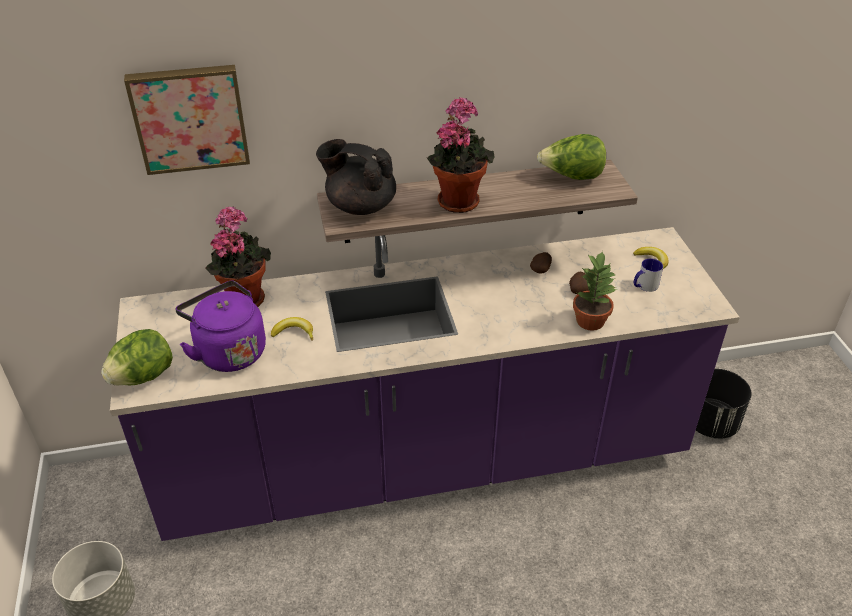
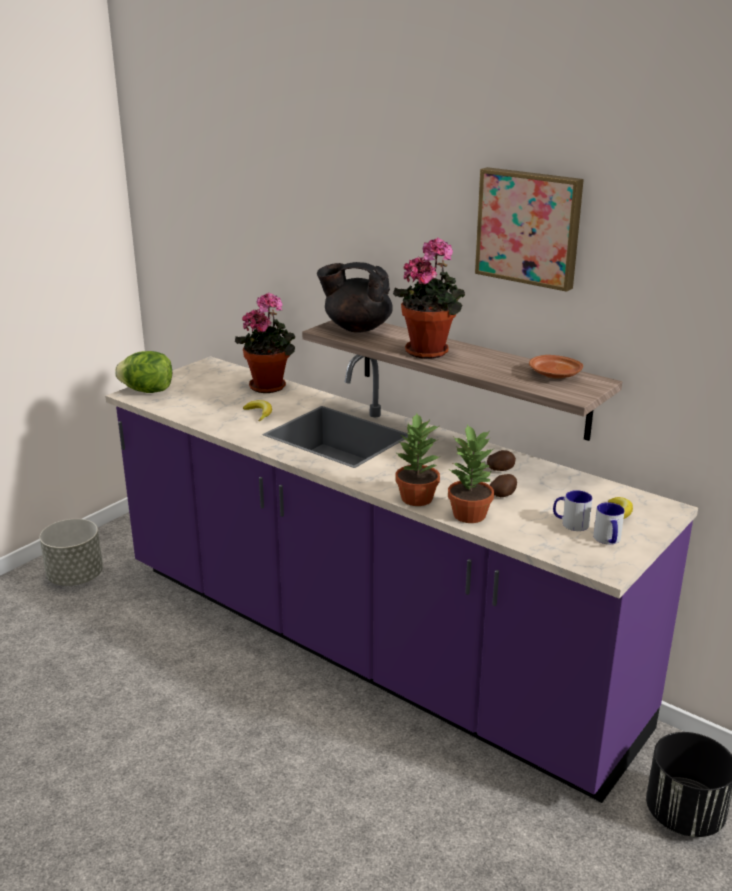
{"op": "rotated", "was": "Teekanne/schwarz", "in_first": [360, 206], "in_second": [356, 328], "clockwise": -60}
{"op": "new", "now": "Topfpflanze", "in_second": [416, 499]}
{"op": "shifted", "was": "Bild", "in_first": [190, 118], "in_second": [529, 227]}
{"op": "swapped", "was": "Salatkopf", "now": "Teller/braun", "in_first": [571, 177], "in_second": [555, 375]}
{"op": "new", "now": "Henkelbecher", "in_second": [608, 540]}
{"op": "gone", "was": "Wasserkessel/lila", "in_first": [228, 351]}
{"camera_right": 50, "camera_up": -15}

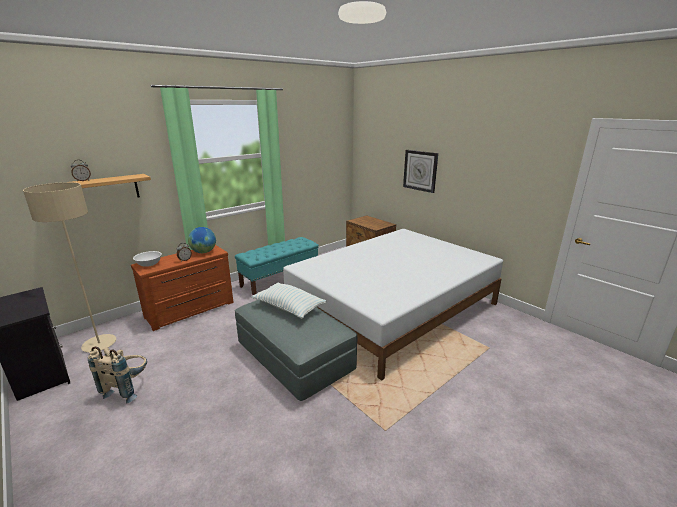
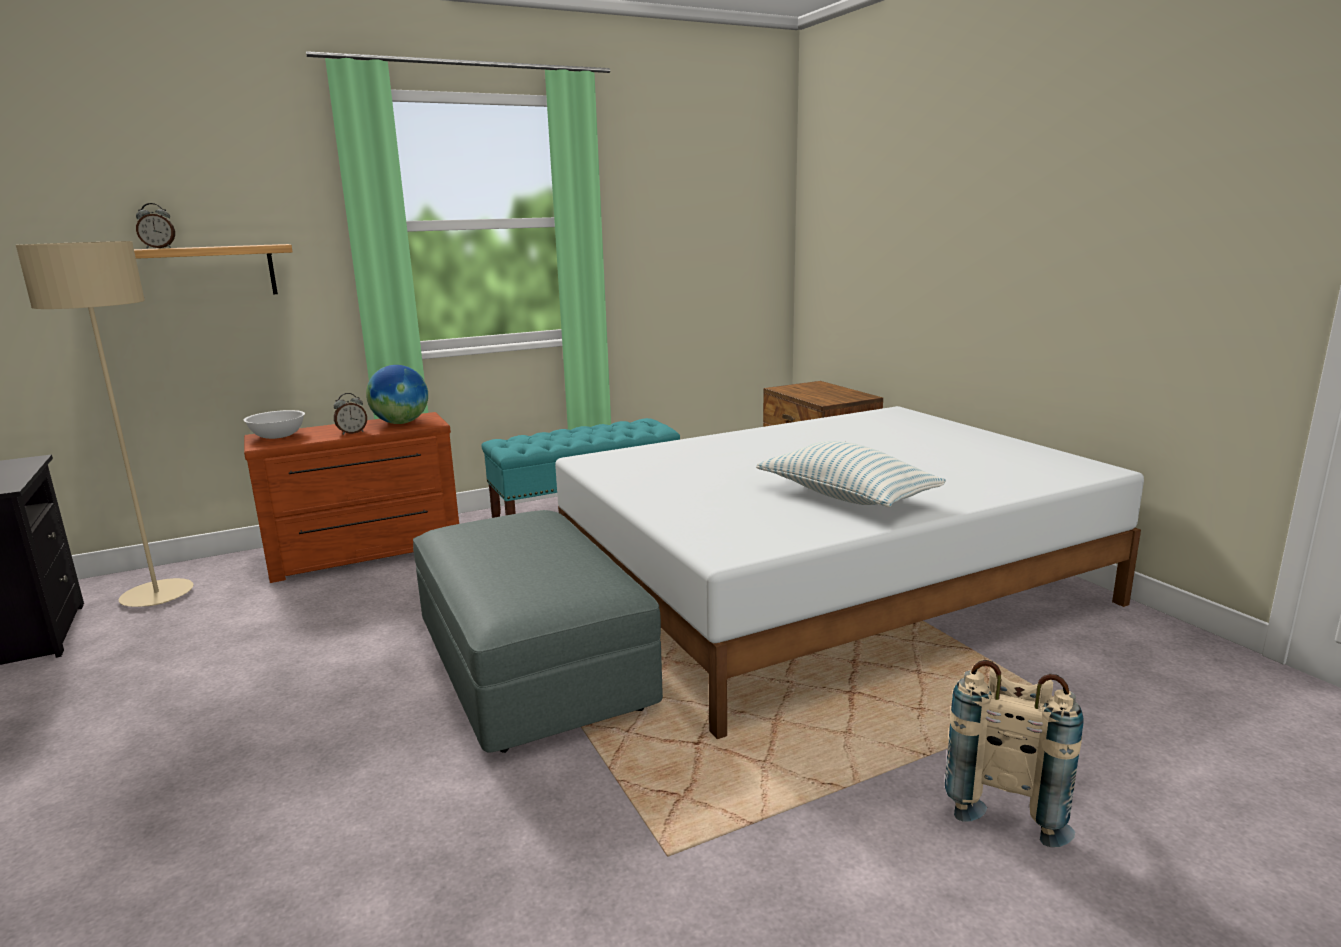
{"op": "shifted", "was": "Kissen", "in_first": [289, 308], "in_second": [846, 497]}
{"op": "shifted", "was": "Rucksack/beige", "in_first": [128, 388], "in_second": [1007, 801]}
{"op": "gone", "was": "Wanduhr", "in_first": [420, 170]}
{"camera_right": 15, "camera_up": -5}

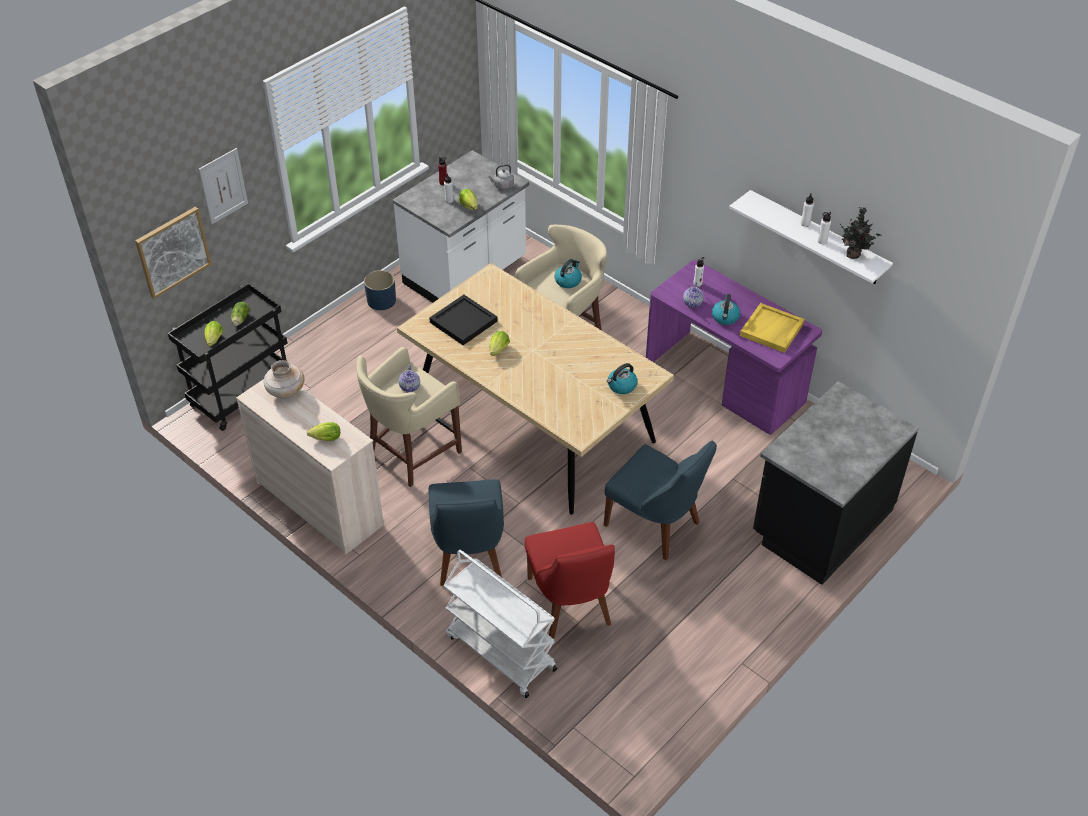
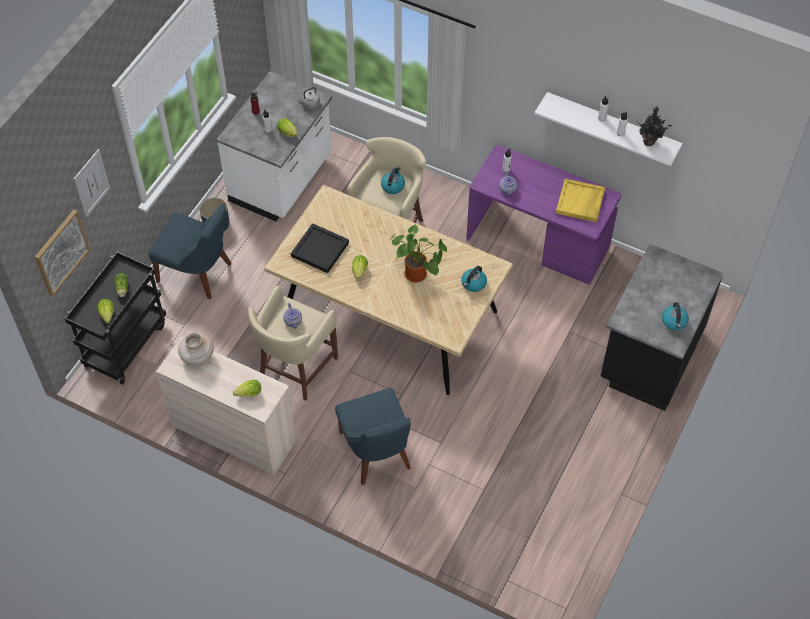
{"op": "shifted", "was": "Stuhl/blau", "in_first": [655, 525], "in_second": [197, 273]}
{"op": "new", "now": "Topfpflanze", "in_second": [418, 275]}
{"op": "shifted", "was": "Wasserkessel", "in_first": [725, 317], "in_second": [674, 321]}
{"op": "gone", "was": "Rollwagen/weiß", "in_first": [500, 652]}
{"op": "gone", "was": "Stuhl/rot", "in_first": [570, 604]}
{"camera_right": -15, "camera_up": 10}

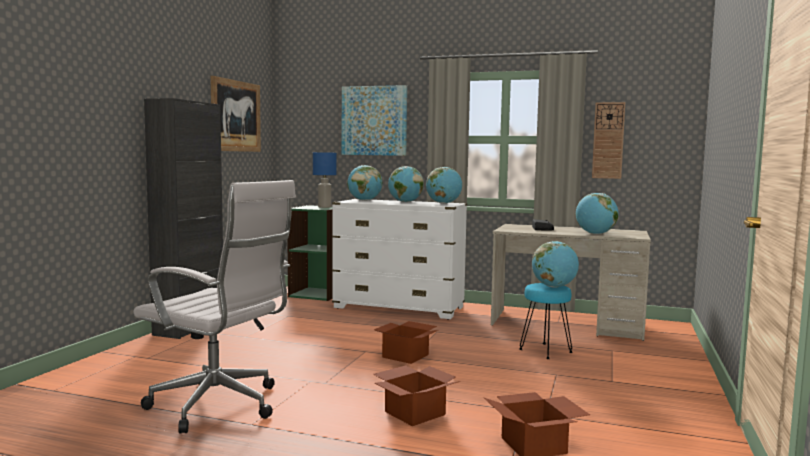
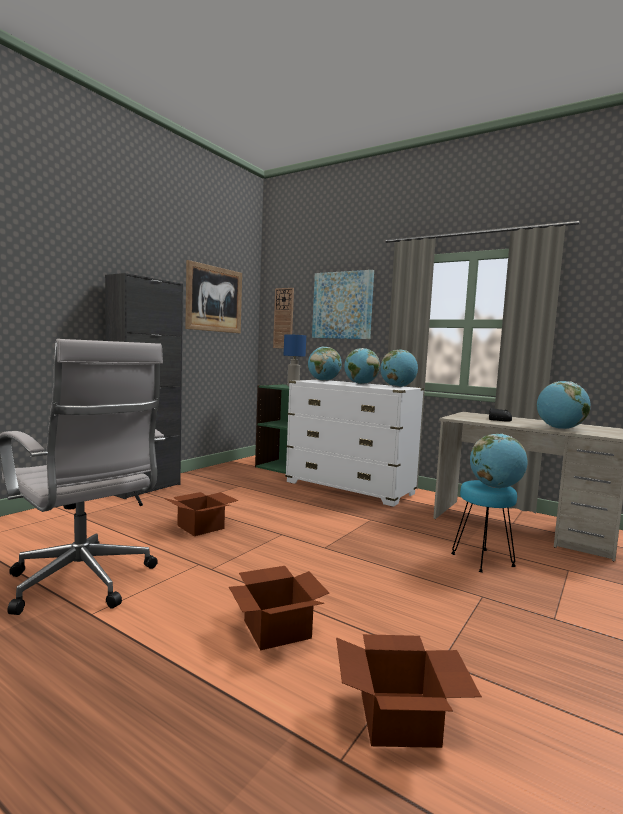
{"op": "shifted", "was": "Karton", "in_first": [406, 356], "in_second": [202, 527]}
{"op": "shifted", "was": "Wanduhr", "in_first": [608, 140], "in_second": [283, 318]}
{"camera_right": 15, "camera_up": 0}

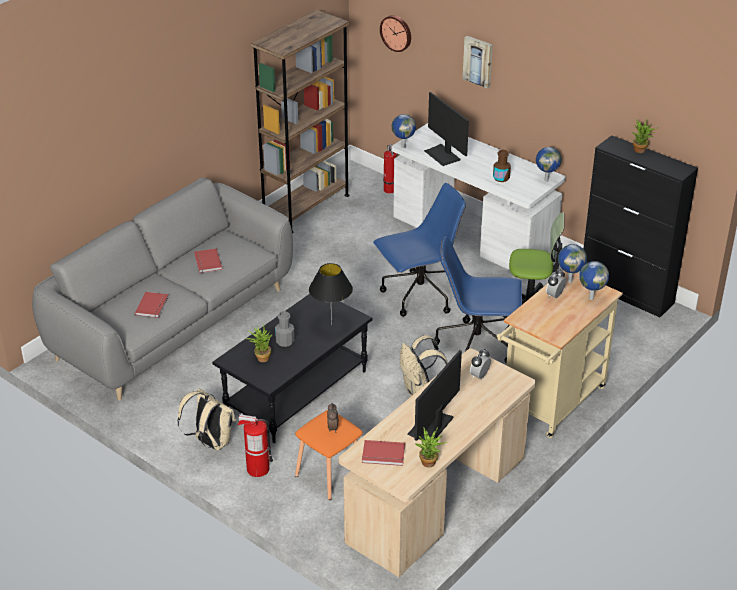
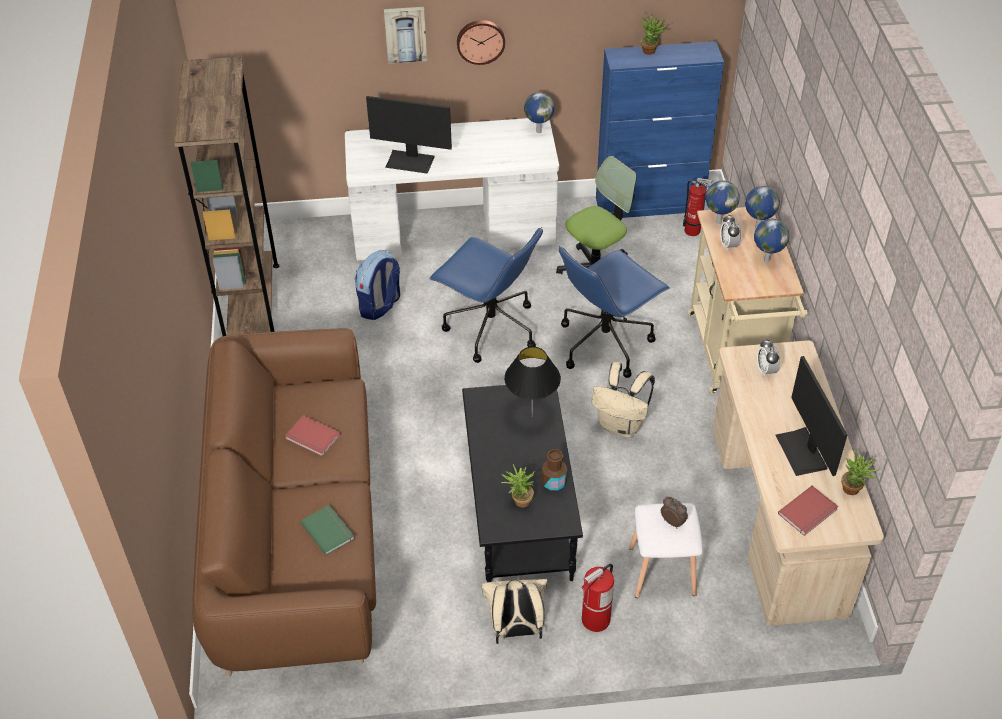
{"op": "repainted", "was": "Sofa/grau", "now": "Sofa/braun", "in_first": [172, 324], "in_second": [296, 535]}
{"op": "repainted", "was": "Buch/rot", "now": "Buch/grün", "in_first": [153, 306], "in_second": [329, 530]}
{"op": "new", "now": "Rucksack", "in_second": [380, 306]}
{"op": "rotated", "was": "Bürostuhl/blau", "in_first": [419, 296], "in_second": [490, 328], "clockwise": 105}
{"op": "shifted", "was": "Wanduhr", "in_first": [396, 32], "in_second": [480, 41]}
{"op": "shifted", "was": "Flasche/braun", "in_first": [501, 178], "in_second": [554, 482]}
{"op": "repainted", "was": "Schrank/schwarz", "now": "Schrank/blau", "in_first": [626, 292], "in_second": [650, 205]}
{"op": "repainted", "was": "Hocker/orange", "now": "Hocker/weiß", "in_first": [330, 474], "in_second": [661, 570]}
{"op": "shifted", "was": "Feuerlöscher", "in_first": [390, 191], "in_second": [694, 231]}
{"op": "shifted", "was": "Globus", "in_first": [403, 146], "in_second": [766, 260]}
{"op": "gone", "was": "Flasche/grau", "in_first": [285, 341]}
{"camera_right": -45, "camera_up": 10}

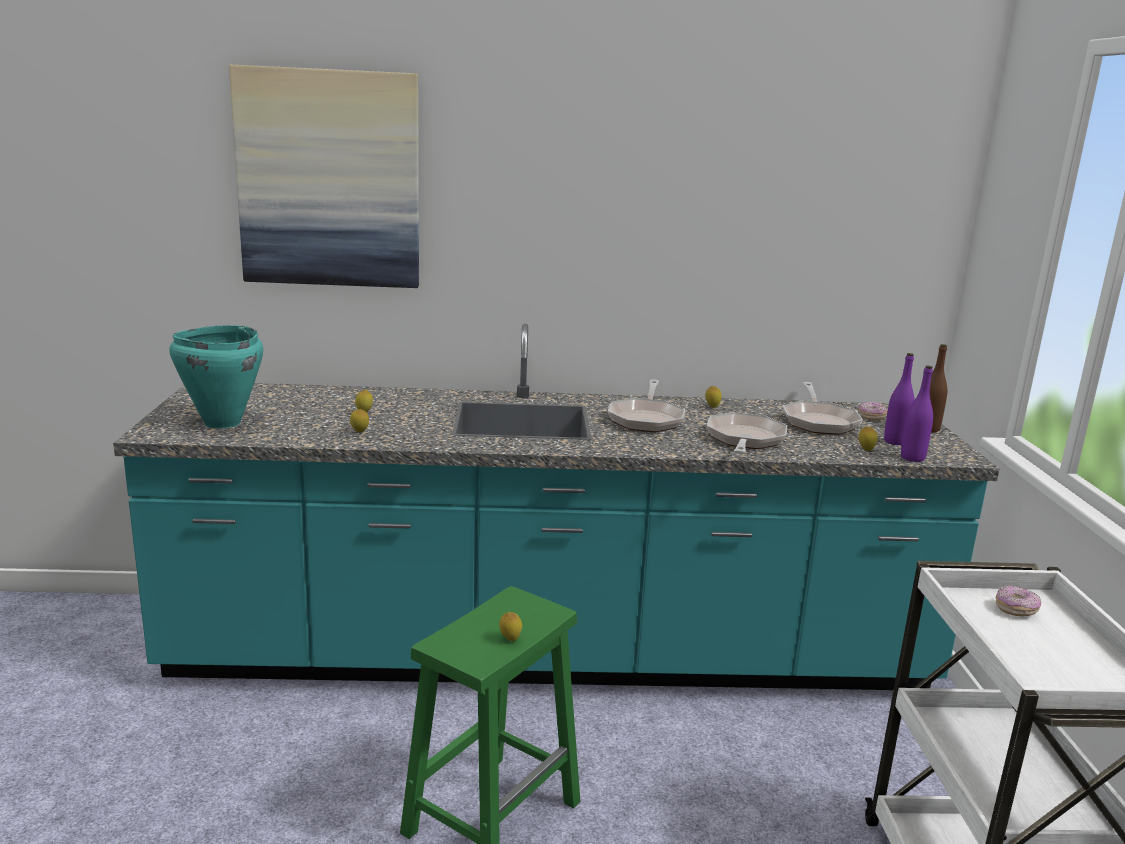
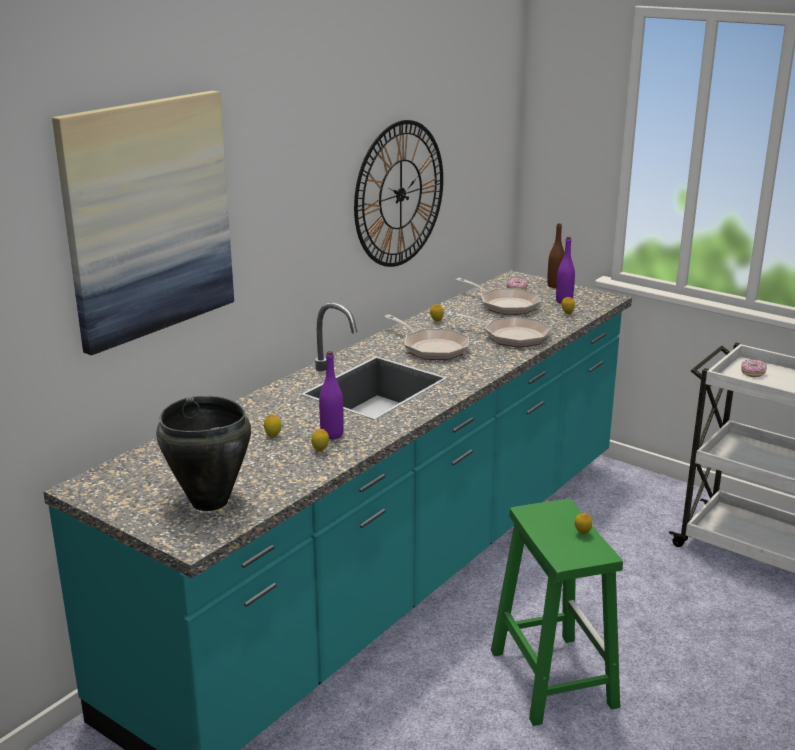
{"op": "repainted", "was": "Kochtopf/türkis", "now": "Kochtopf/schwarz", "in_first": [221, 423], "in_second": [209, 502]}
{"op": "shifted", "was": "Flasche/lila", "in_first": [912, 458], "in_second": [332, 435]}
{"op": "new", "now": "Wanduhr", "in_second": [400, 194]}
{"op": "rotated", "was": "Pfanne", "in_first": [745, 440], "in_second": [510, 336], "clockwise": 150}
{"camera_right": -50, "camera_up": 5}

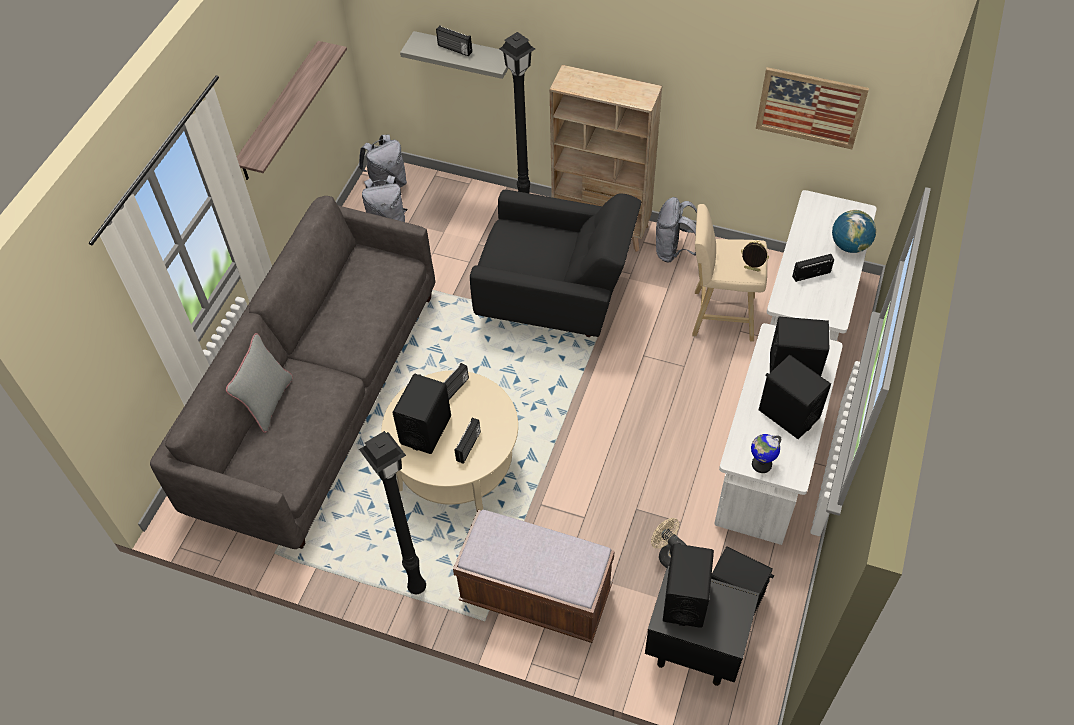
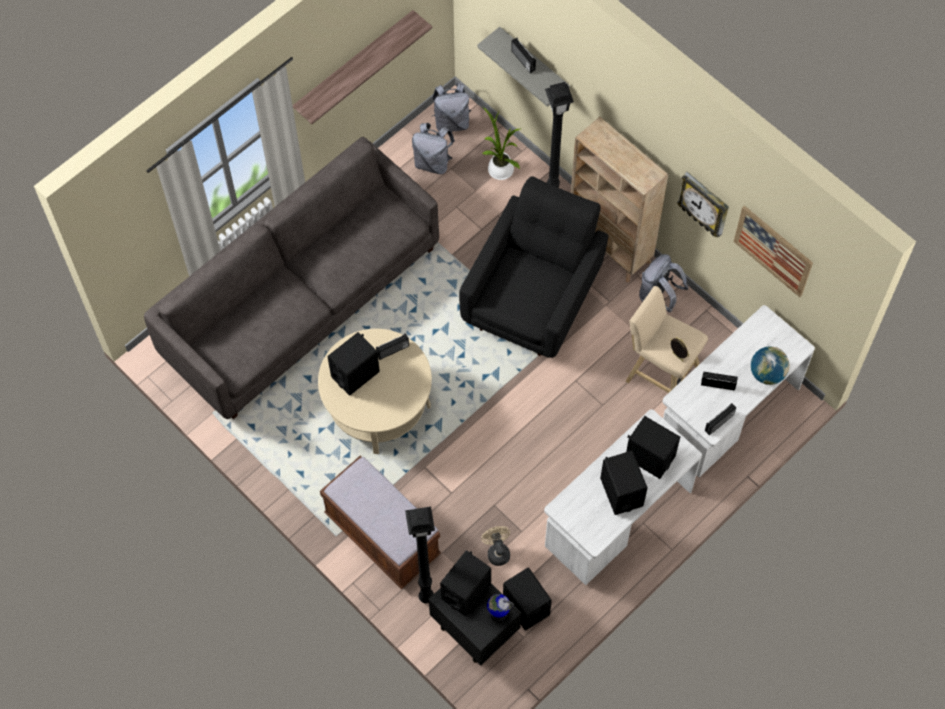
{"op": "shifted", "was": "Stehlampe/schwarz", "in_first": [415, 587], "in_second": [425, 596]}
{"op": "rotated", "was": "Sessel/schwarz", "in_first": [556, 299], "in_second": [533, 297], "clockwise": -105}
{"op": "new", "now": "Topfpflanze", "in_second": [499, 168]}
{"op": "shifted", "was": "Globus", "in_first": [761, 464], "in_second": [498, 613]}
{"op": "new", "now": "Wanduhr", "in_second": [704, 204]}
{"op": "shifted", "was": "Radio", "in_first": [469, 446], "in_second": [719, 423]}
{"op": "gone", "was": "Kissen/grau", "in_first": [268, 402]}
{"camera_right": 25, "camera_up": 10}

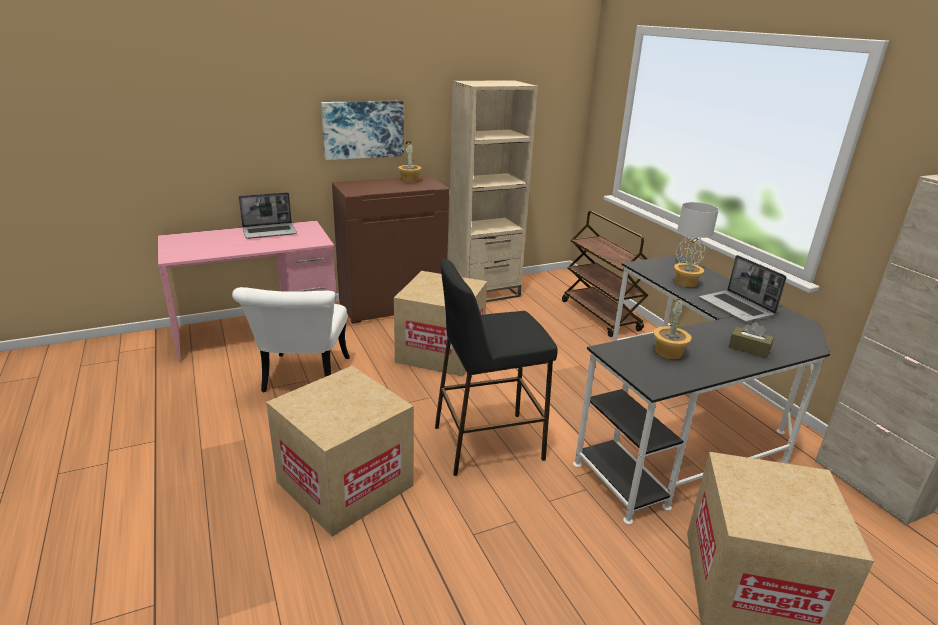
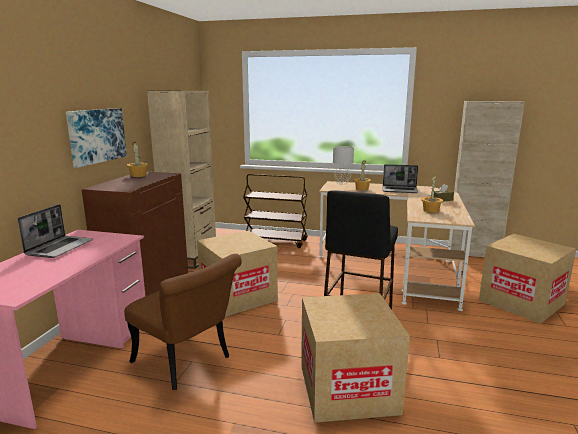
{"op": "repainted", "was": "Stuhl/weiß", "now": "Stuhl/braun", "in_first": [303, 380], "in_second": [188, 363]}
{"op": "repainted", "was": "Schreibtisch/schwarz", "now": "Schreibtisch/beige", "in_first": [684, 425], "in_second": [398, 266]}
{"camera_right": -50, "camera_up": -10}

